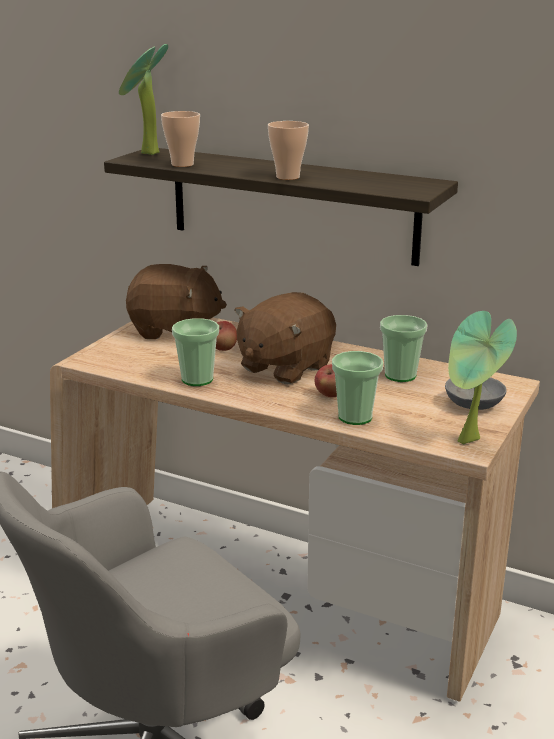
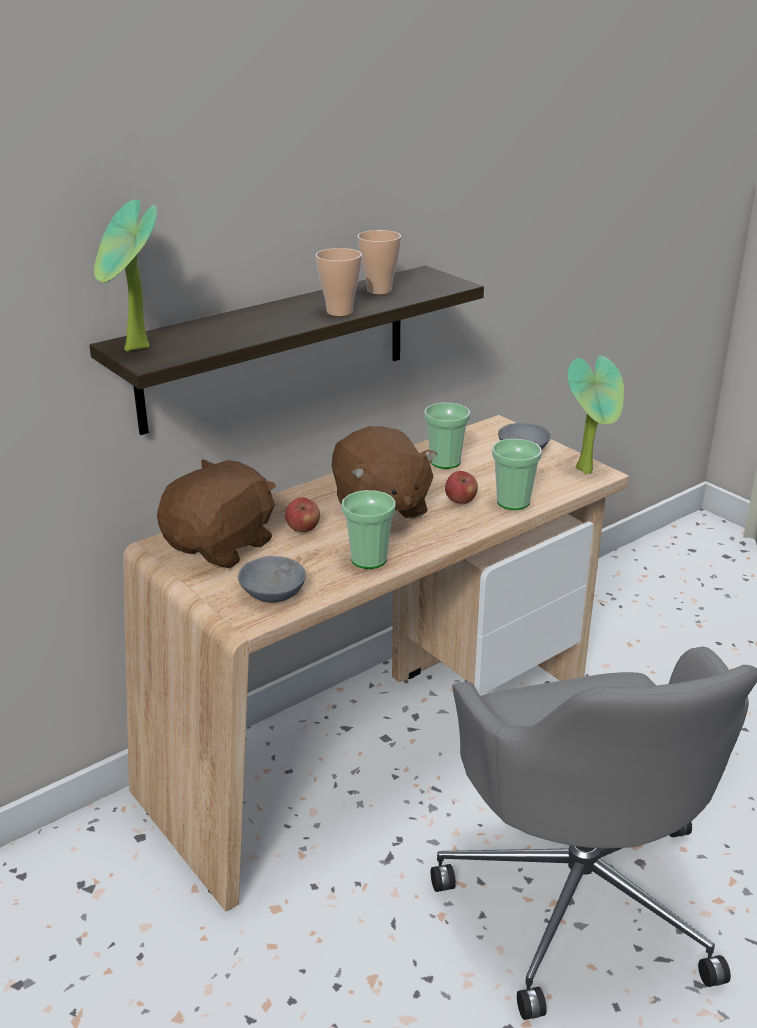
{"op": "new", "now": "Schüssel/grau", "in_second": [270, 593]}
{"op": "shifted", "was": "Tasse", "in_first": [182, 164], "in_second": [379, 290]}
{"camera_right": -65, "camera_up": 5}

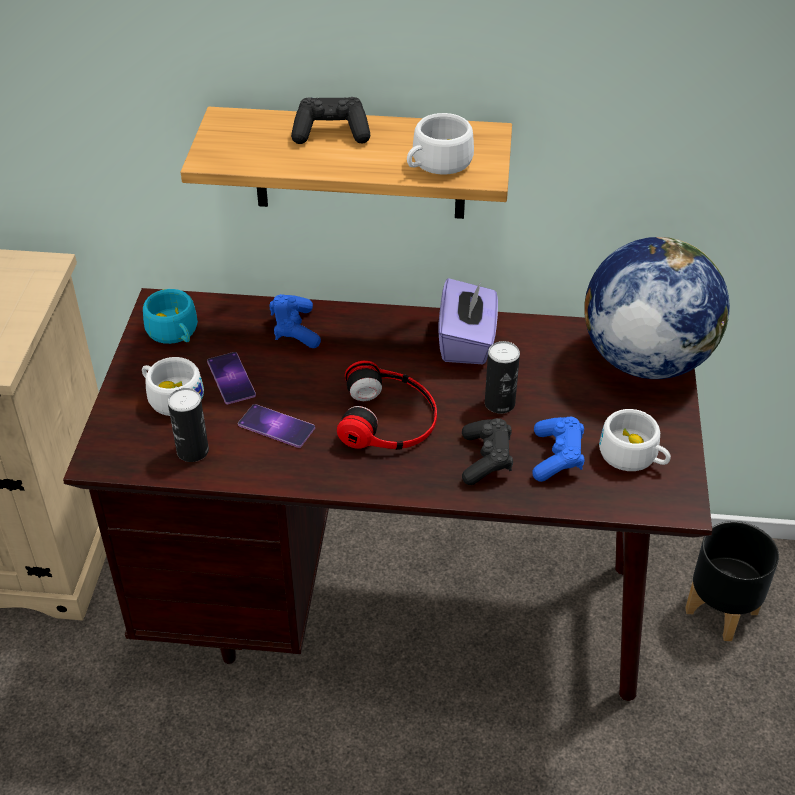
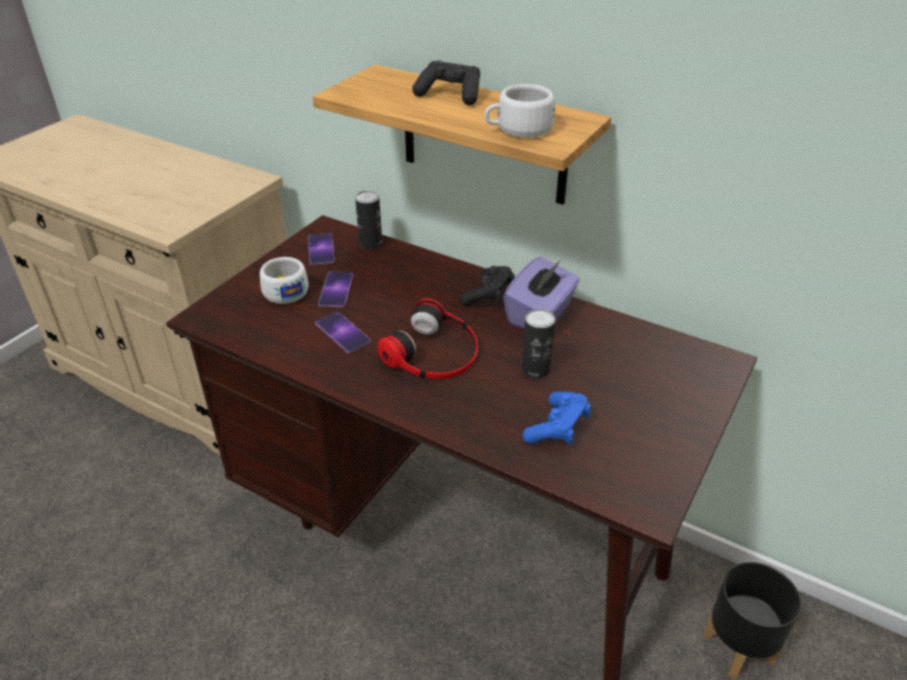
{"op": "swapped", "was": "Tasse/türkis", "now": "Handy", "in_first": [175, 333], "in_second": [321, 249]}
{"op": "shifted", "was": "Dose", "in_first": [192, 451], "in_second": [370, 243]}
{"op": "shifted", "was": "Gamepad/schwarz", "in_first": [486, 460], "in_second": [489, 295]}
{"op": "gone", "was": "Gamepad/blau", "in_first": [295, 330]}
{"op": "gone", "was": "Globus", "in_first": [644, 360]}
{"op": "gone", "was": "Tasse/weiß", "in_first": [634, 456]}
{"camera_right": 25, "camera_up": -5}

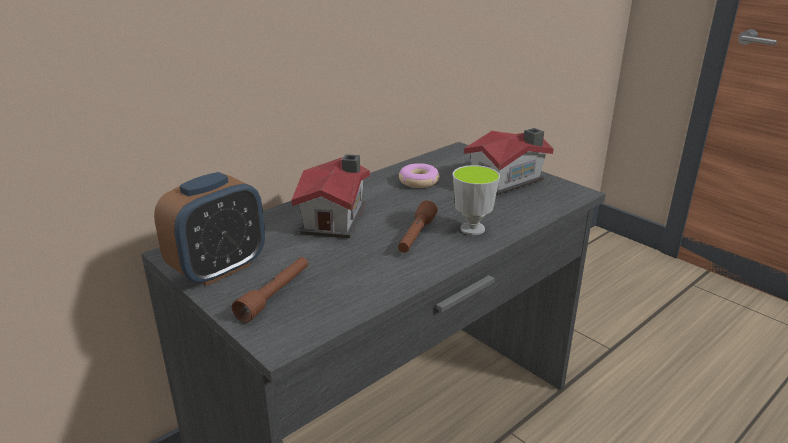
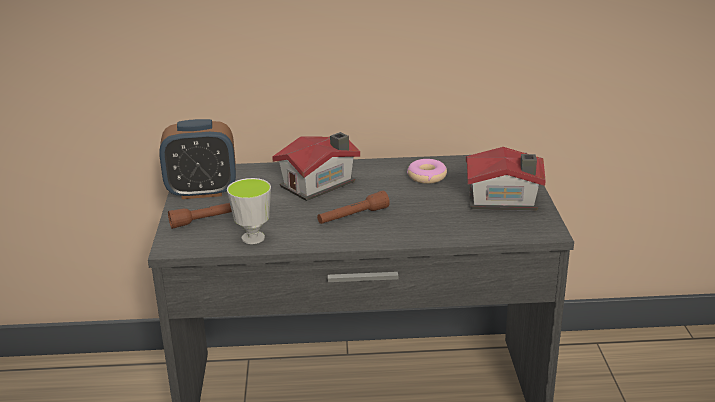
{"op": "shifted", "was": "Tasse", "in_first": [472, 229], "in_second": [253, 238]}
{"camera_right": 40, "camera_up": 0}

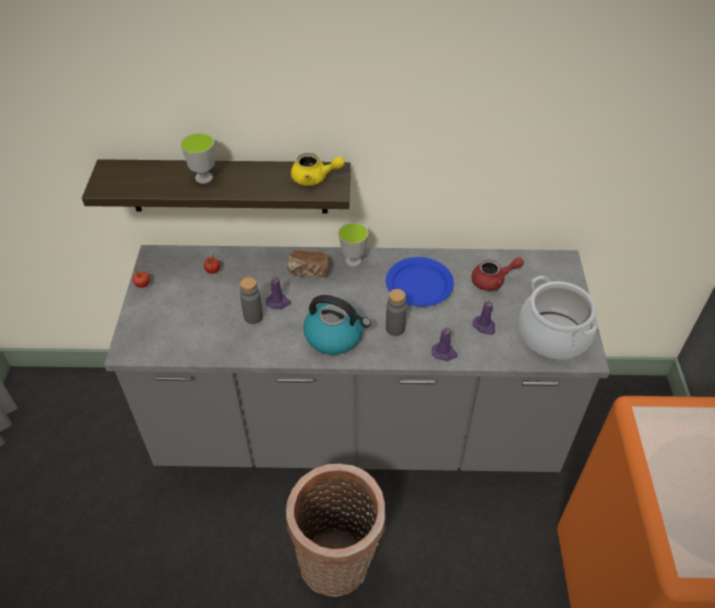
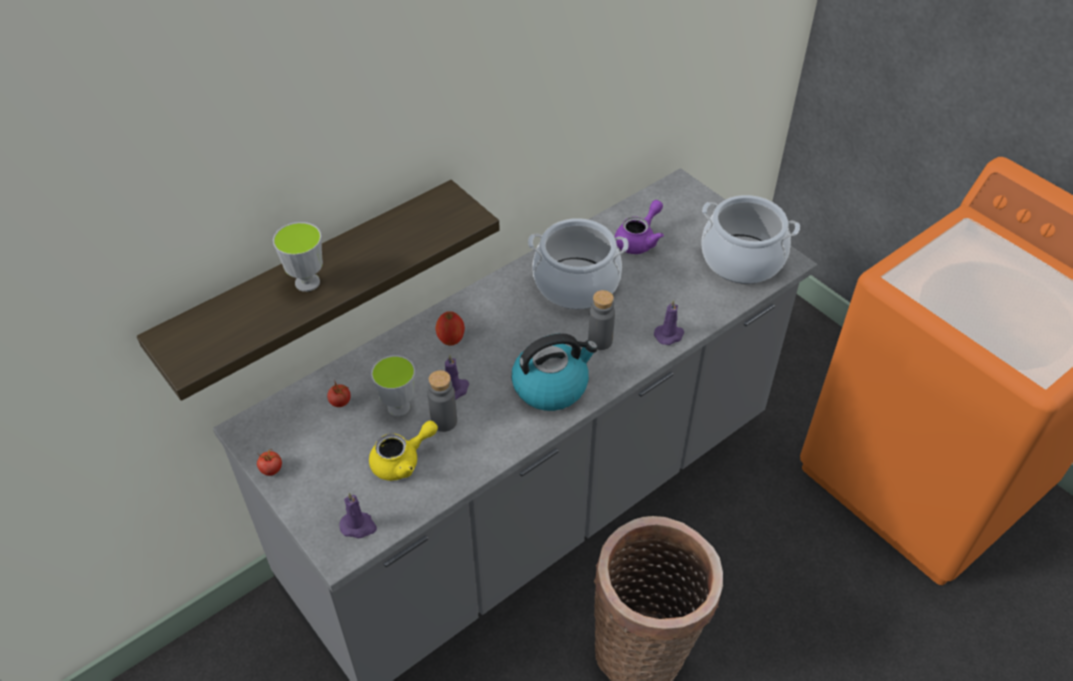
{"op": "shifted", "was": "Kerze/lila", "in_first": [484, 326], "in_second": [358, 526]}
{"op": "shifted", "was": "Teekanne/gelb", "in_first": [314, 178], "in_second": [402, 461]}
{"op": "shifted", "was": "Tasse", "in_first": [353, 261], "in_second": [398, 407]}
{"op": "swapped", "was": "Brot", "now": "Apfel", "in_first": [308, 272], "in_second": [451, 339]}
{"op": "swapped", "was": "Teller/blau", "now": "Kochtopf", "in_first": [420, 284], "in_second": [576, 283]}
{"op": "repainted", "was": "Teekanne/rot", "now": "Teekanne/lila", "in_first": [493, 281], "in_second": [639, 240]}
{"camera_right": -40, "camera_up": 0}

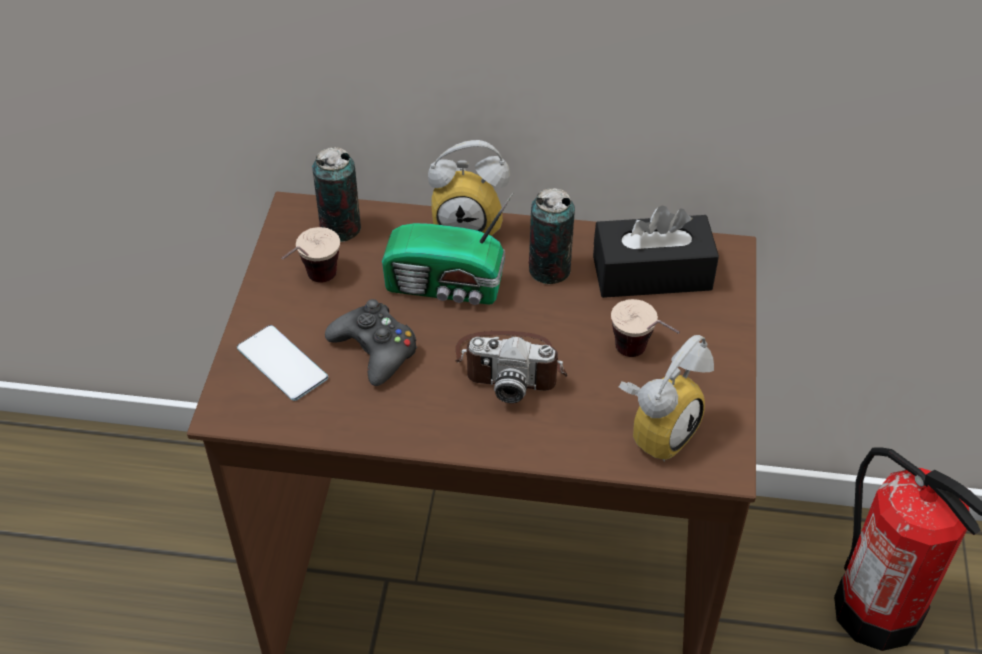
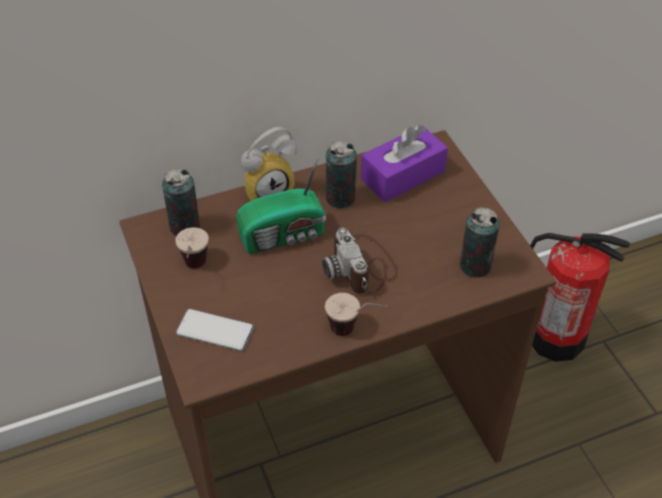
{"op": "rotated", "was": "Kamera", "in_first": [511, 366], "in_second": [362, 267], "clockwise": 90}
{"op": "shifted", "was": "Tasse", "in_first": [642, 358], "in_second": [355, 332]}
{"op": "repainted", "was": "Taschentuchbox/schwarz", "now": "Taschentuchbox/lila", "in_first": [652, 273], "in_second": [402, 175]}
{"op": "swapped", "was": "Wecker", "now": "Dose", "in_first": [657, 428], "in_second": [475, 266]}
{"op": "gone", "was": "Gamepad/schwarz", "in_first": [375, 350]}
{"camera_right": -30, "camera_up": 0}

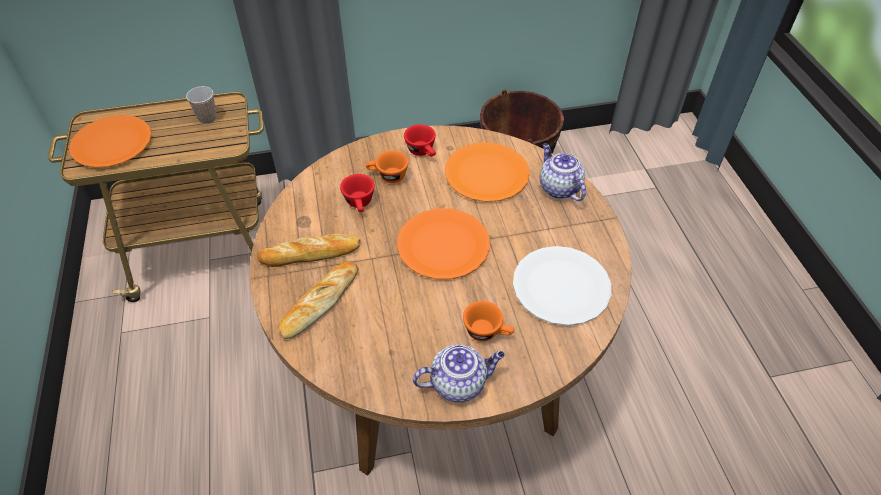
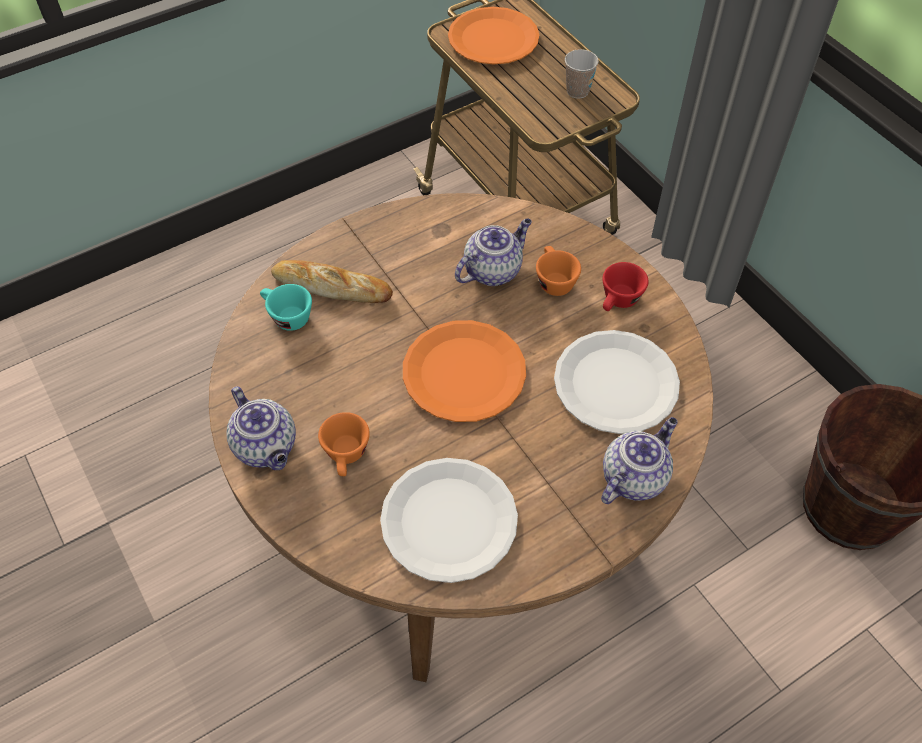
{"op": "new", "now": "Tasse/türkis", "in_second": [286, 317]}
{"op": "swapped", "was": "Tasse/rot", "now": "Teekanne", "in_first": [360, 204], "in_second": [493, 270]}
{"op": "repainted", "was": "Teller/orange", "now": "Teller/weiß", "in_first": [486, 173], "in_second": [616, 383]}
{"op": "gone", "was": "Brot", "in_first": [310, 254]}
{"camera_right": 70, "camera_up": 5}

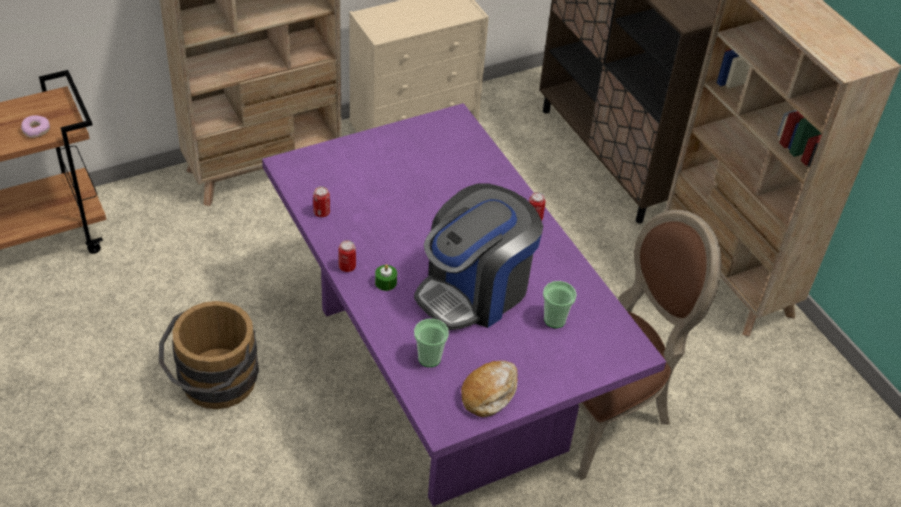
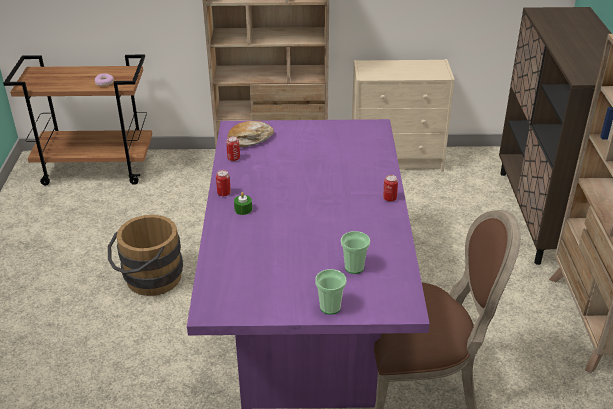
{"op": "shifted", "was": "Brot", "in_first": [489, 393], "in_second": [250, 139]}
{"op": "shifted", "was": "Tasse", "in_first": [429, 358], "in_second": [330, 307]}
{"op": "gone", "was": "Kaffeemaschine", "in_first": [475, 290]}
{"camera_right": 30, "camera_up": -10}

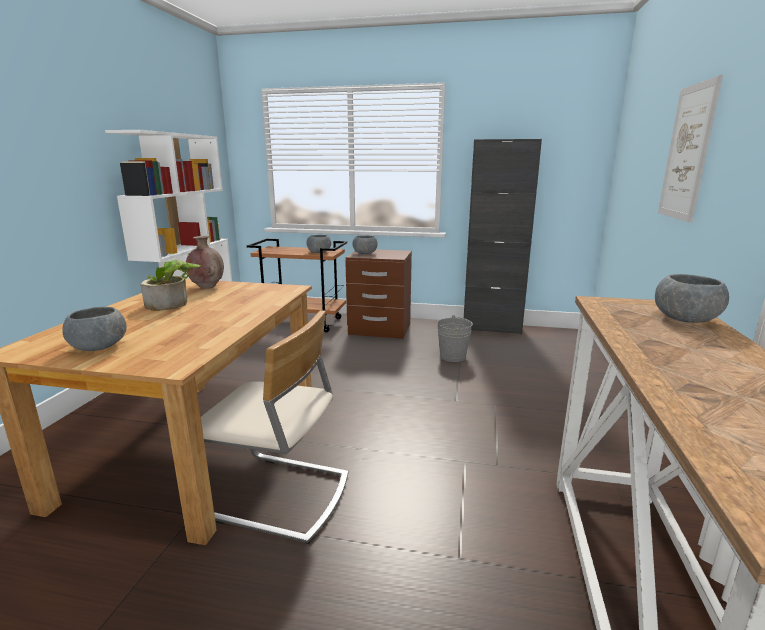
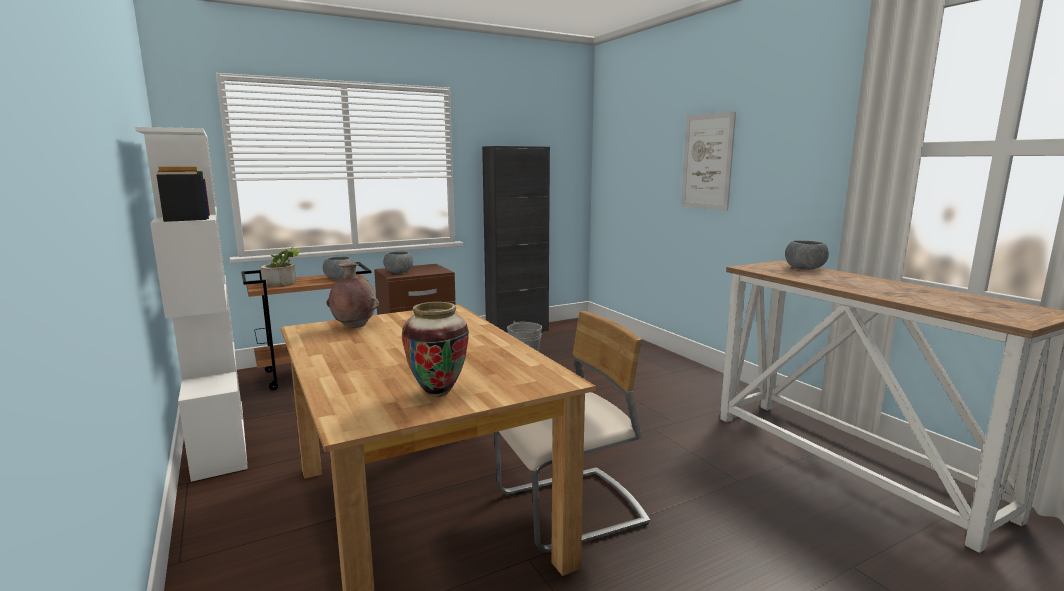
{"op": "shifted", "was": "Topfpflanze", "in_first": [173, 304], "in_second": [283, 283]}
{"op": "swapped", "was": "Schüssel/grau", "now": "Vase", "in_first": [99, 347], "in_second": [438, 393]}
{"camera_right": -40, "camera_up": -5}

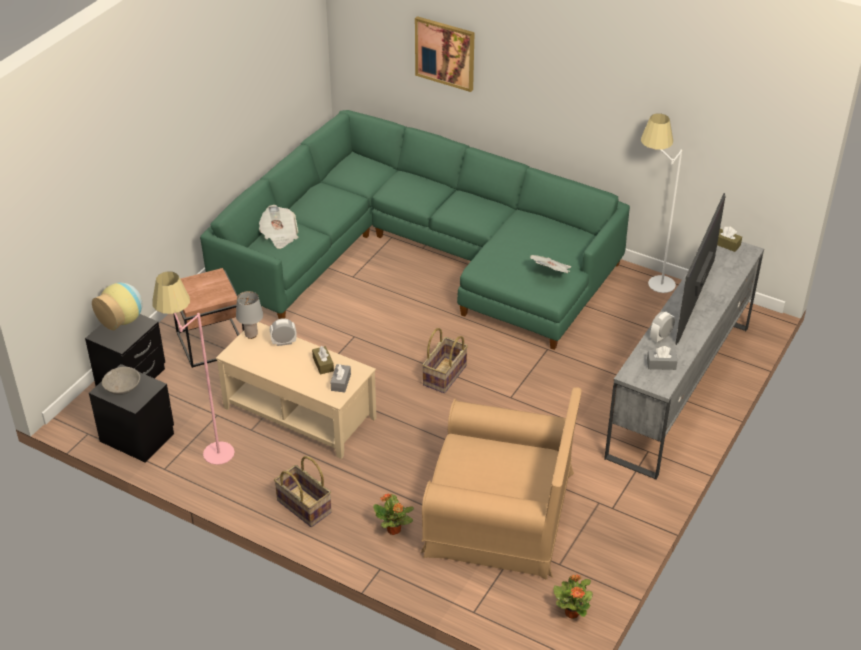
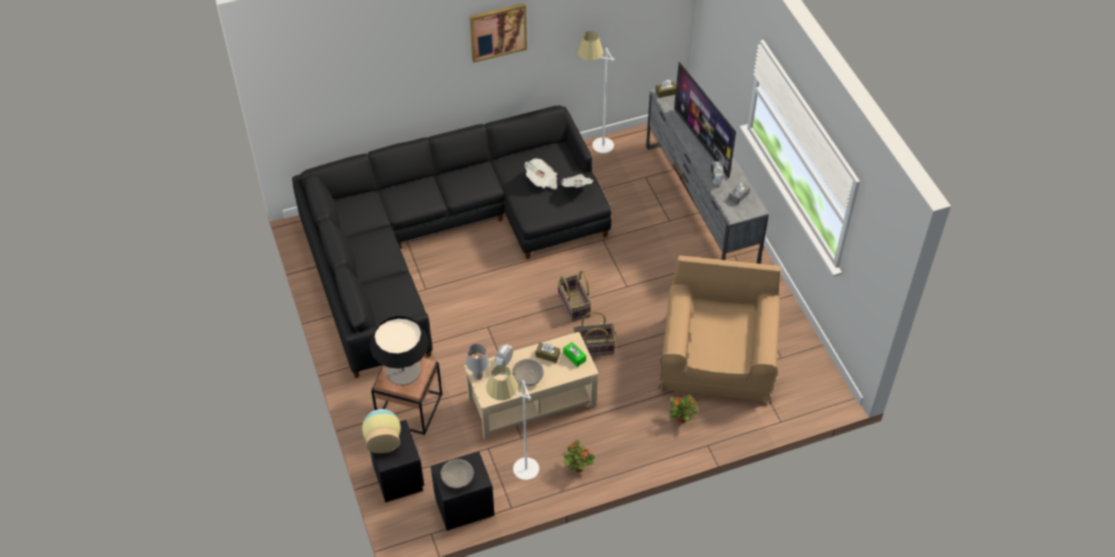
{"op": "repainted", "was": "Sofa/grün", "now": "Sofa/schwarz", "in_first": [419, 255], "in_second": [442, 240]}
{"op": "new", "now": "Tischlampe", "in_second": [403, 370]}
{"op": "shifted", "was": "Bild", "in_first": [445, 53], "in_second": [498, 31]}
{"op": "repainted", "was": "Stehlampe/rosa", "now": "Stehlampe/weiß", "in_first": [205, 450], "in_second": [516, 474]}
{"op": "new", "now": "Schüssel/grau", "in_second": [528, 376]}
{"op": "shifted", "was": "Zeitung", "in_first": [279, 236], "in_second": [542, 181]}
{"op": "shifted", "was": "Topfpflanze", "in_first": [572, 612], "in_second": [577, 467]}
{"op": "repainted", "was": "Taschentuchbox/grau", "now": "Taschentuchbox/grün", "in_first": [341, 382], "in_second": [574, 357]}
{"op": "shifted", "was": "Korb", "in_first": [303, 507], "in_second": [593, 348]}
{"op": "rotated", "was": "Sessel/braun", "in_first": [499, 513], "in_second": [717, 358], "clockwise": -45}
{"camera_right": -50, "camera_up": 10}

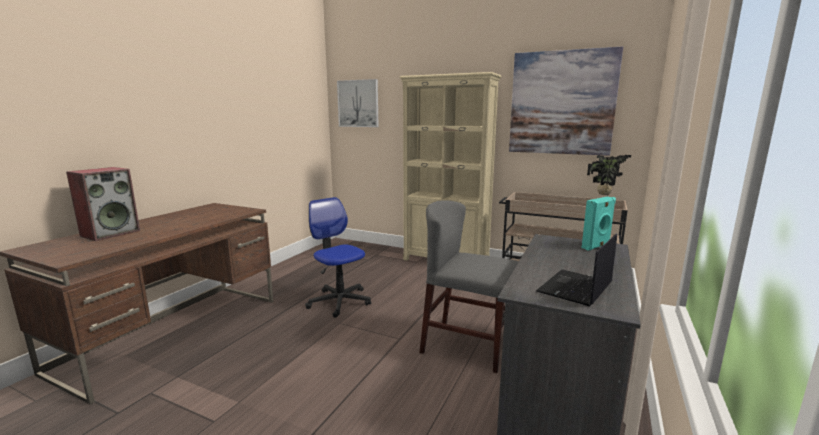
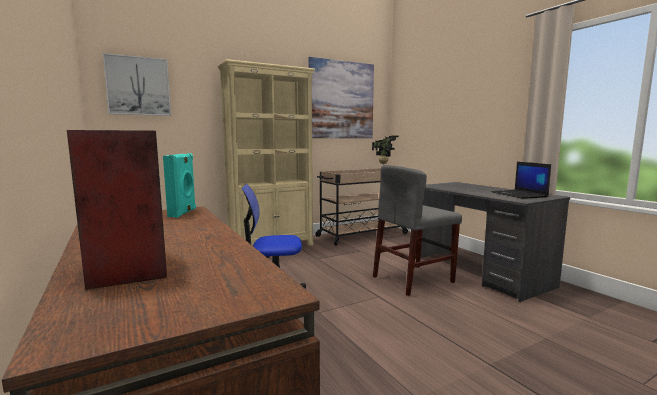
{"op": "shifted", "was": "Lautsprecher/türkis", "in_first": [596, 246], "in_second": [183, 213]}
{"camera_right": -55, "camera_up": -5}

